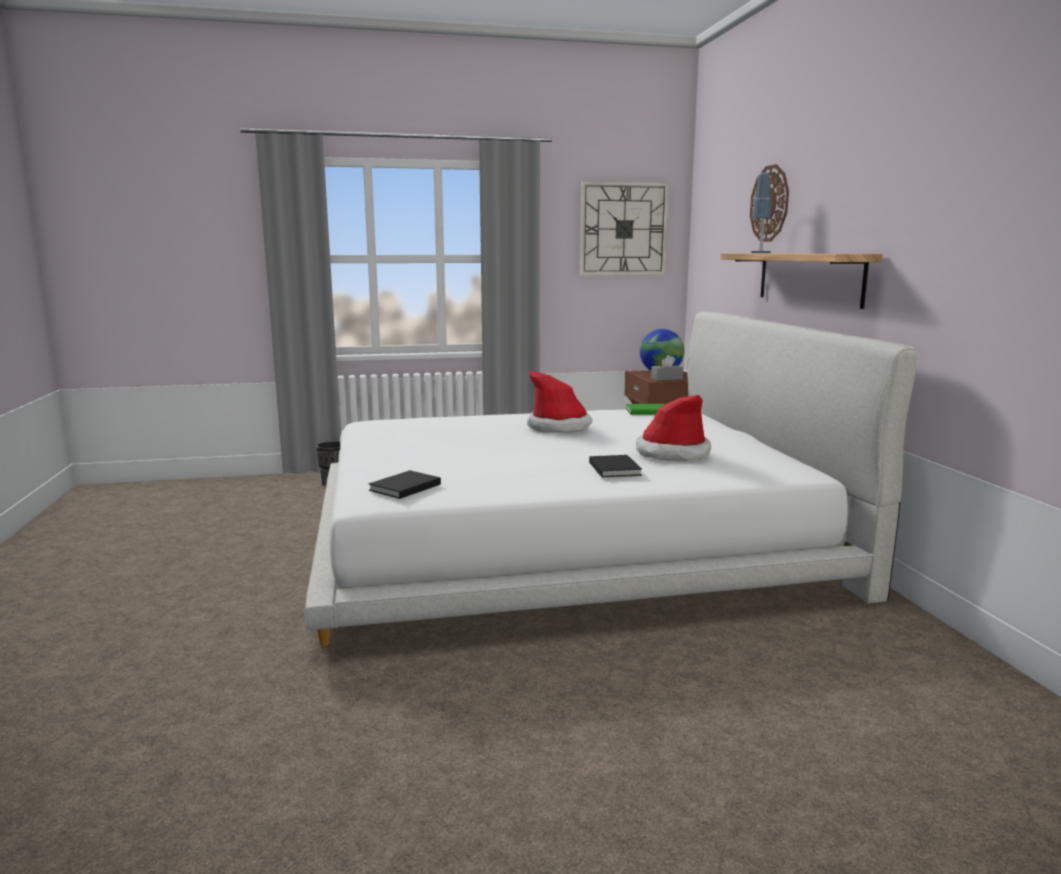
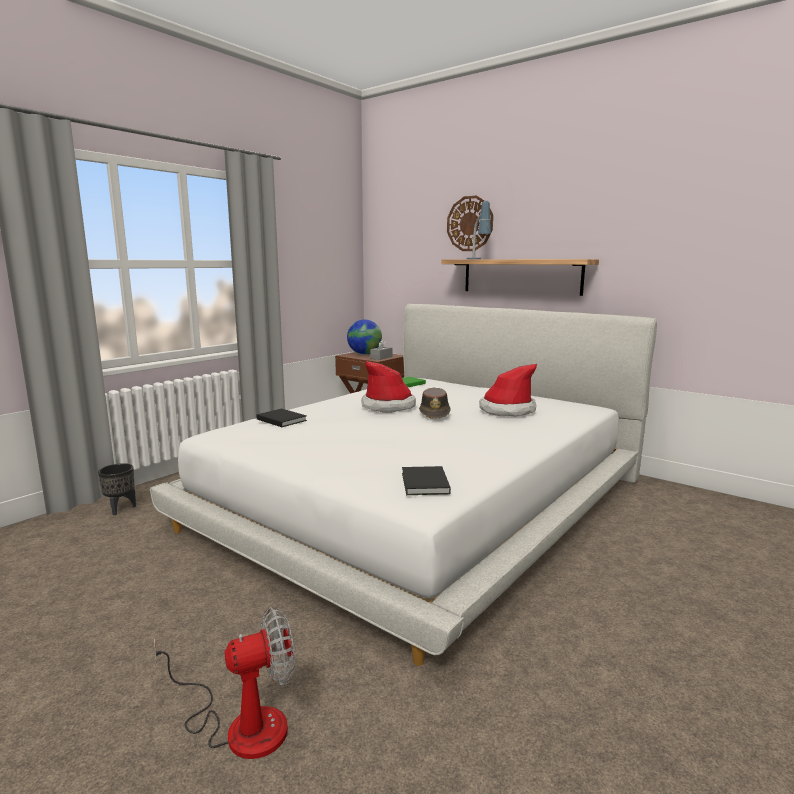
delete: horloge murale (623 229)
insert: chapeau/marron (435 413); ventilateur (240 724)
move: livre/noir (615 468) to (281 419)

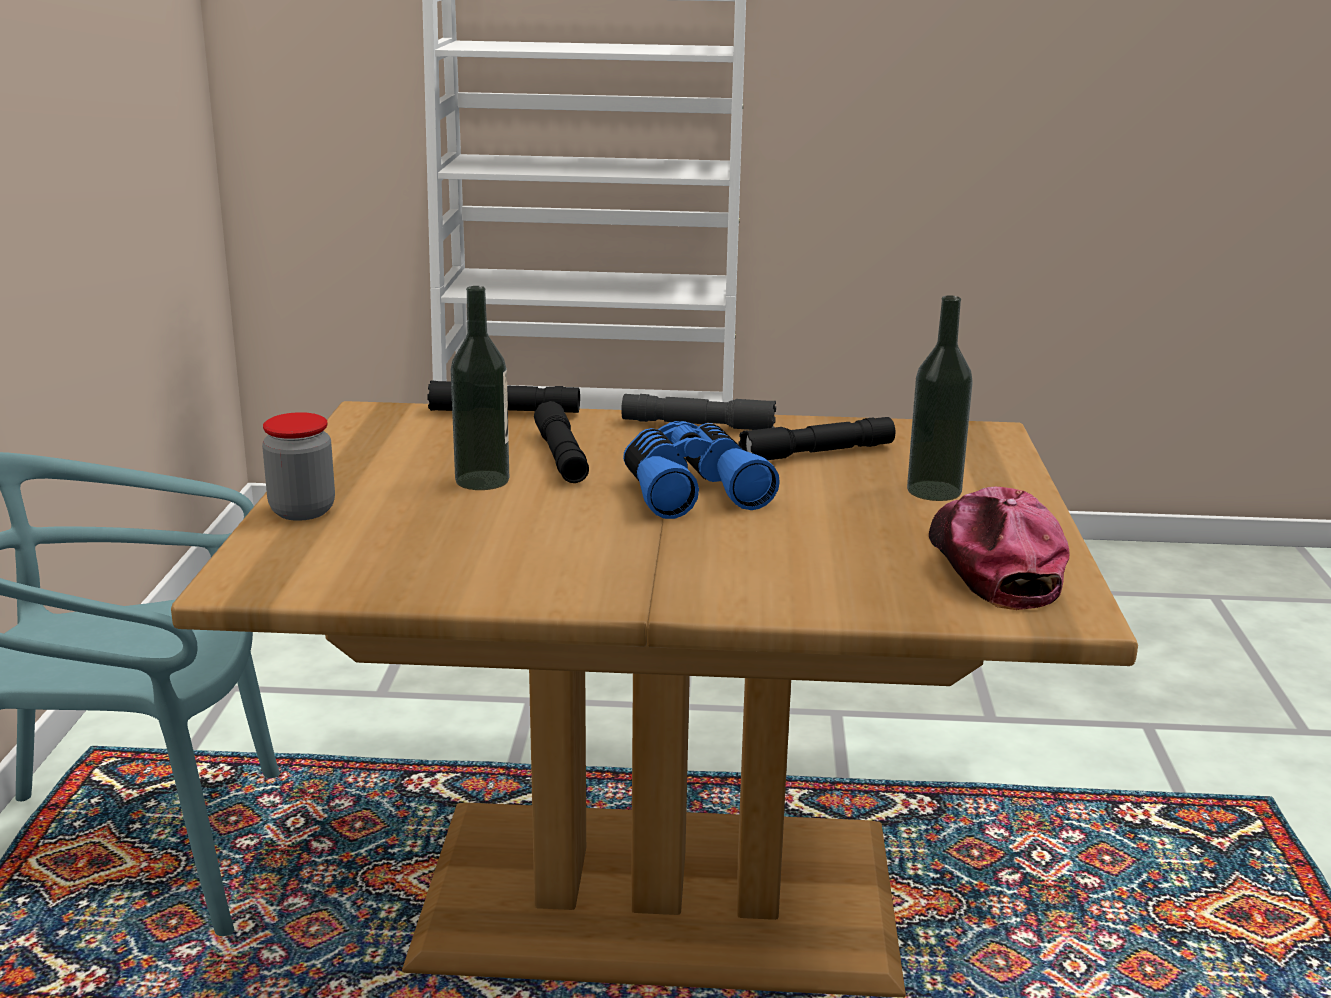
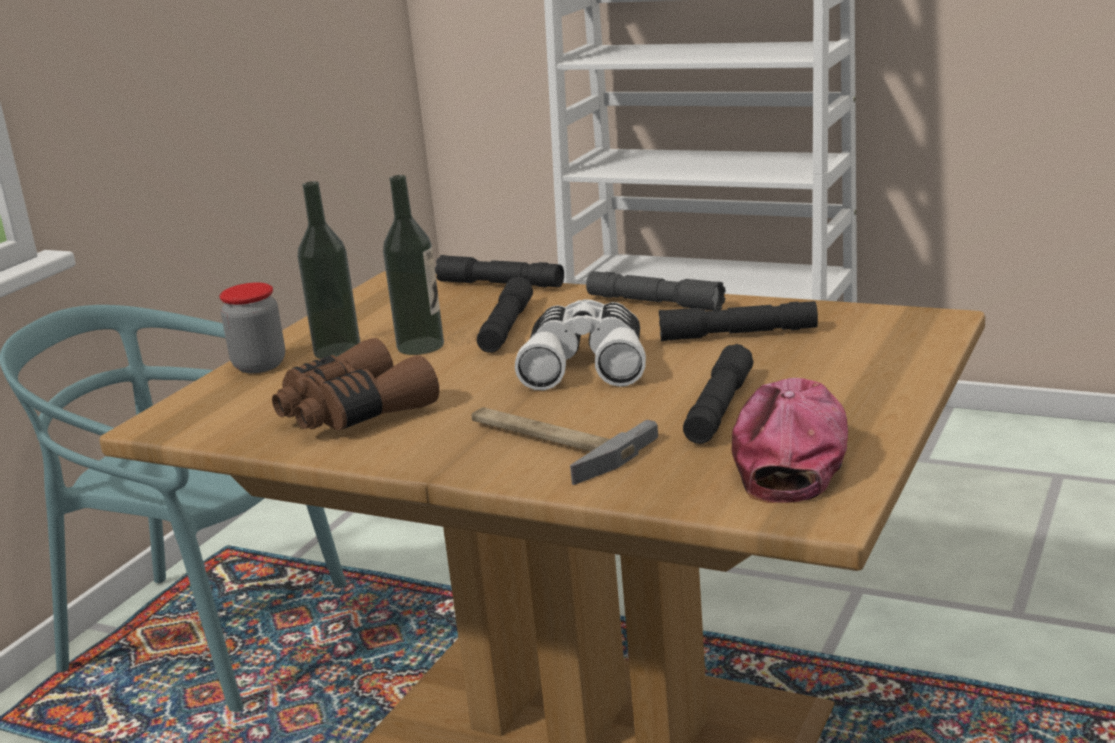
insert: jumelles/marron (352 412); lampe de poche/noir (719 409); marteau (547 442)
move: bouteille (934 491) to (337 351)
recolor: jumelles/bleu (691 490) to jumelles/blanc (586 364)

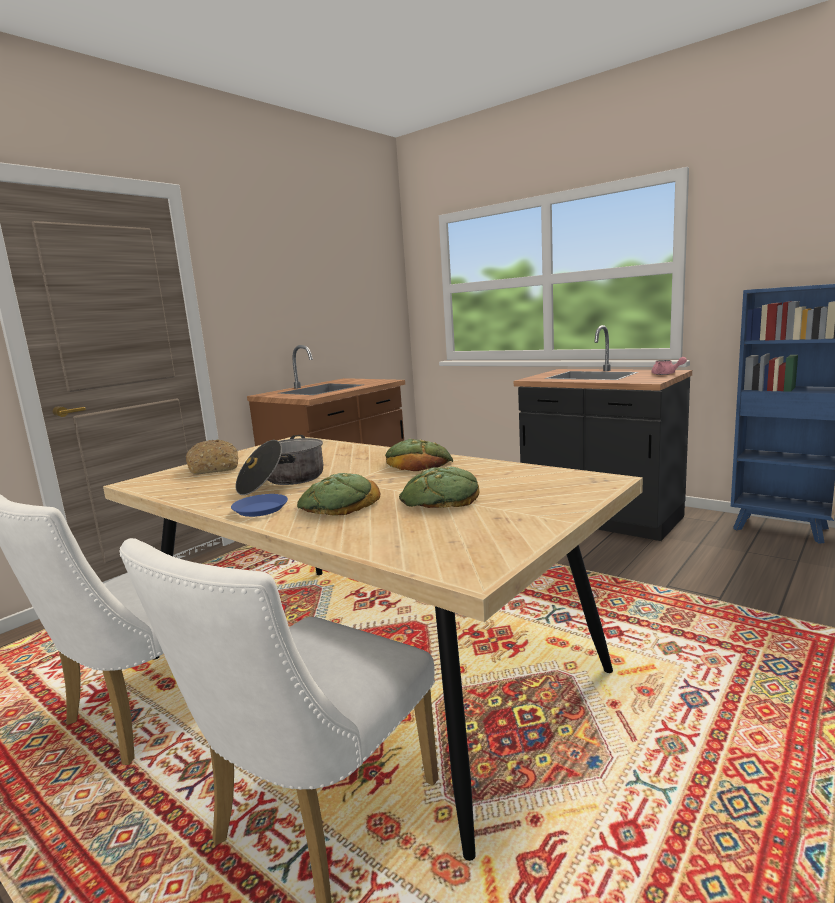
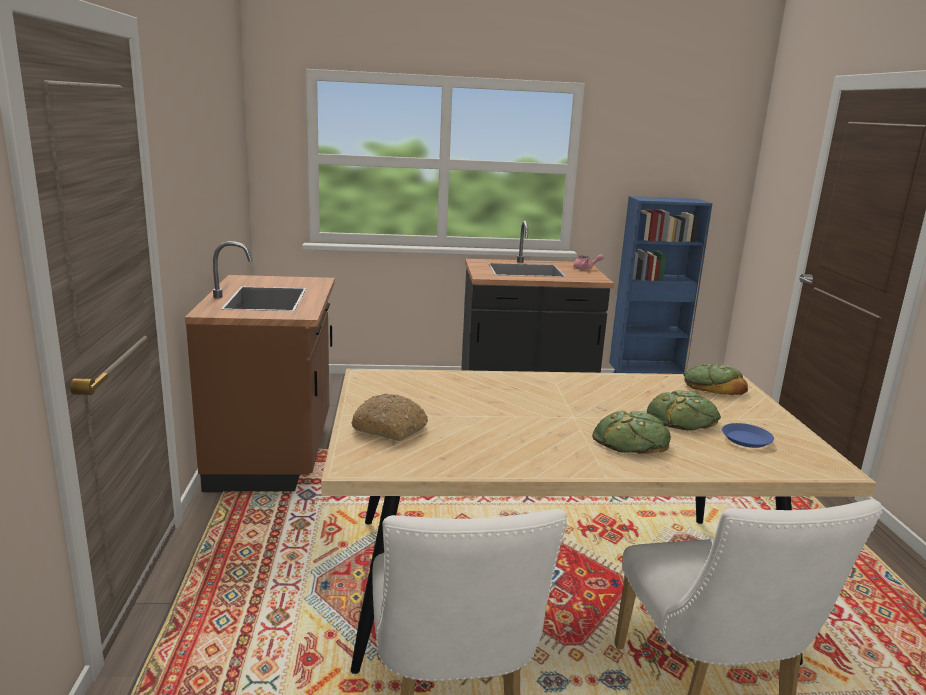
delete: marmite (283 481)
move: pain (418 463) to (713 385); assiette/bleu (260 509) to (746 439)

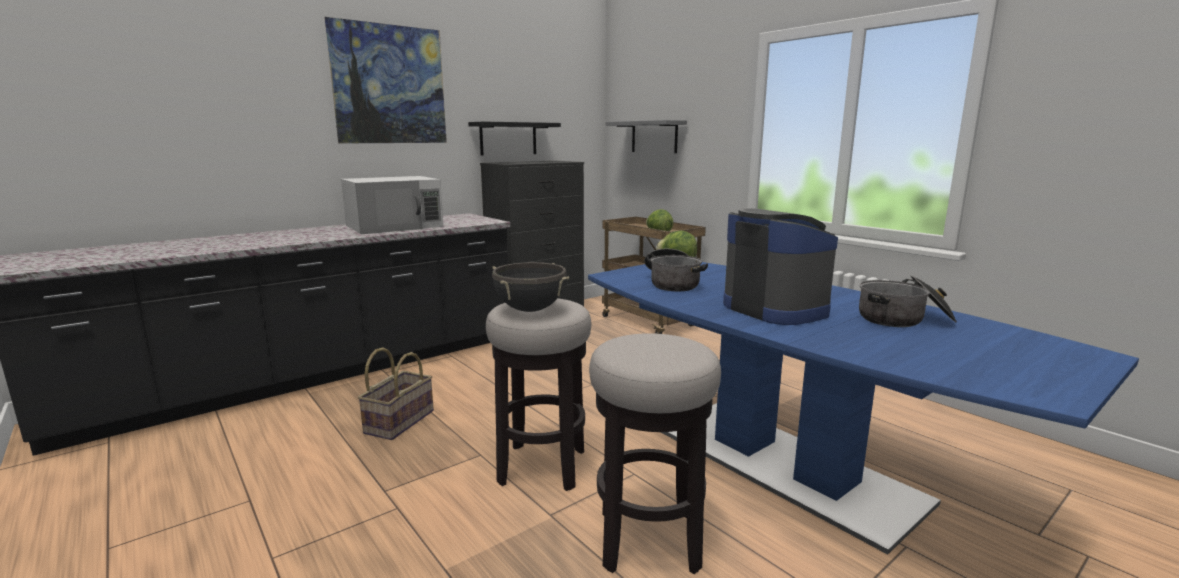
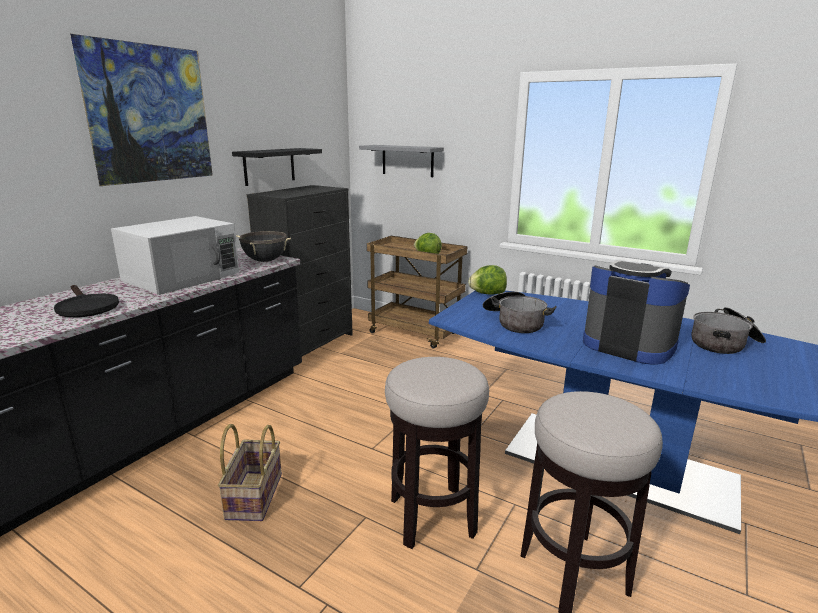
insert: poêle/noir (86 307)
move: marmite/noir (530 310) to (265 261)

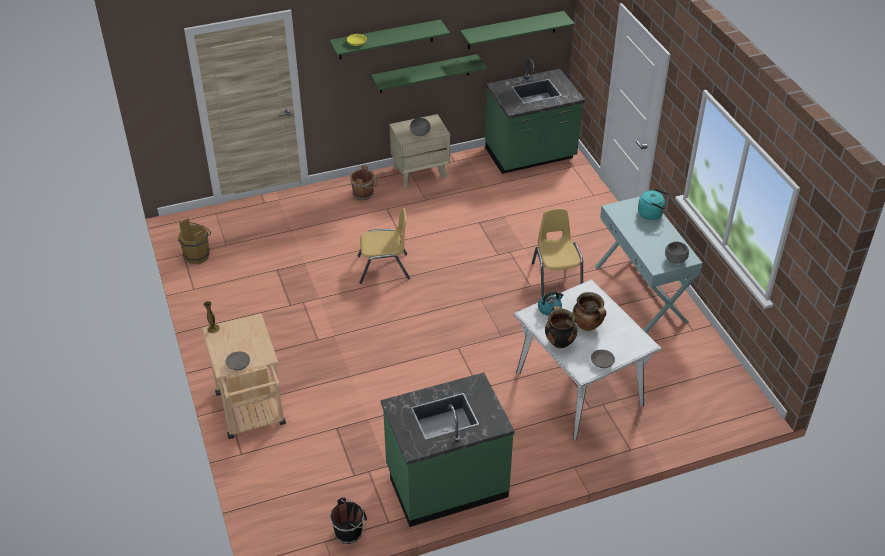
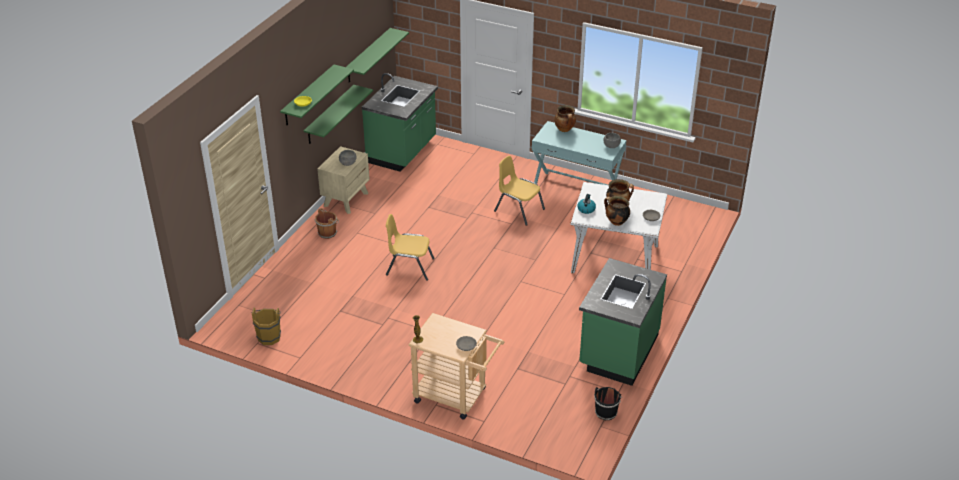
replace: bouilloire/turquoise (652 214) to marmite (565 129)
rotate: chaise/jaune (384 268) = (409 267) 120 degrees counterclockwise

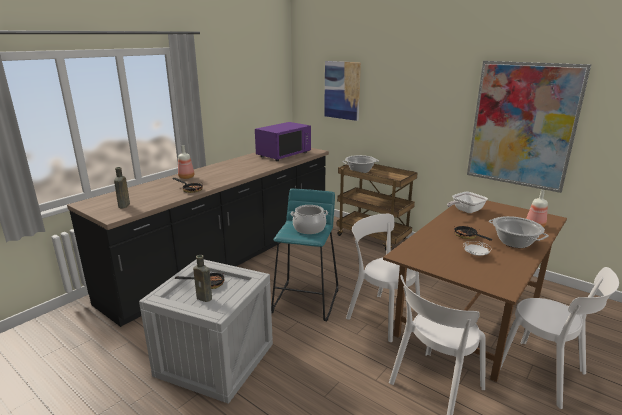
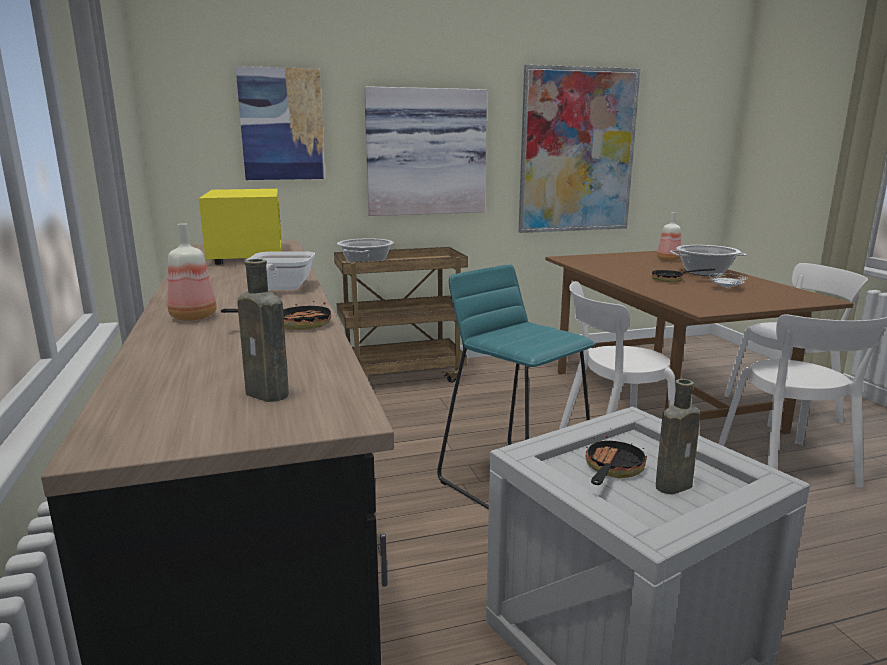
delete: marmite (309 228)
insert: tableau (425 152)
move: poêle (465 211) to (280 289)
recolor: micro-ondes/violet (283 154) to micro-ondes/jaune (246 255)

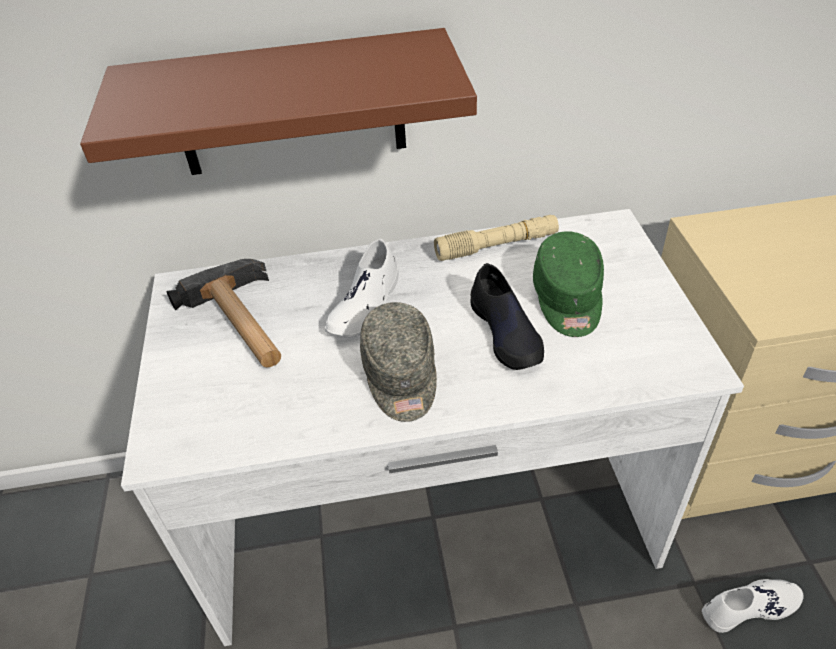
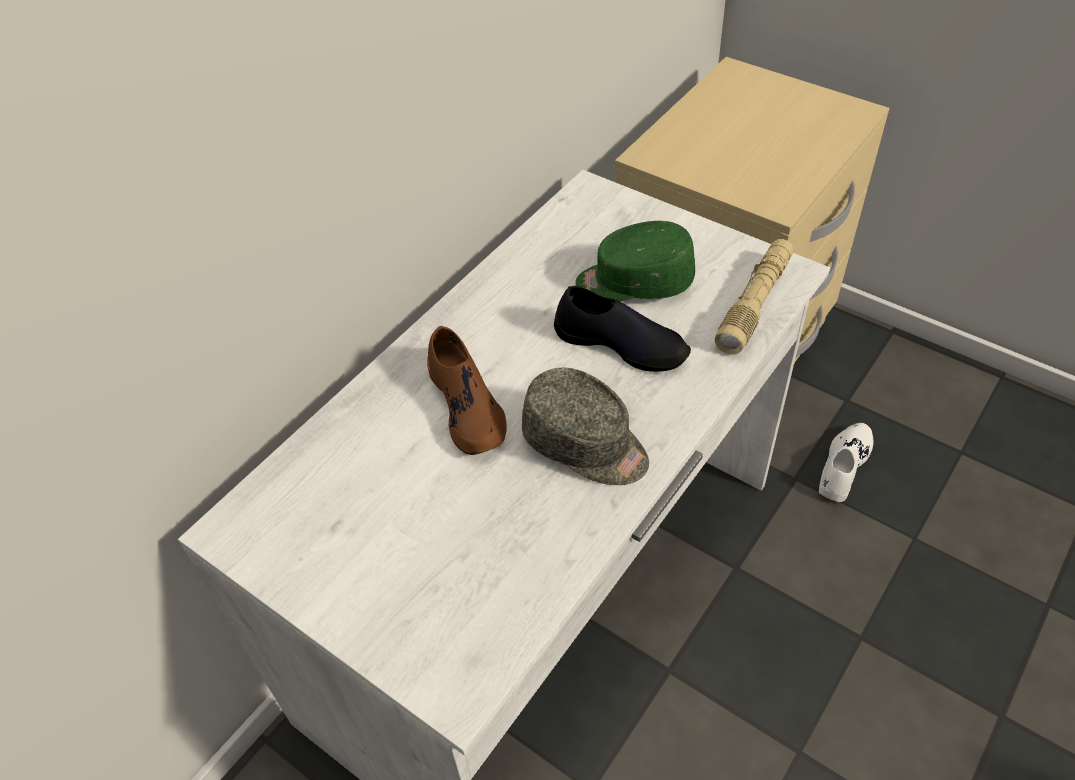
delete: étagère/marron (290 106); marteau (243 323)
move: lampe de poche/beige (497 246) to (754 304)
recolor: chaussure/blanc (365 305) to chaussure/marron (467 406)
rotate: casquette/vert (568 300) = (634 282) 135 degrees clockwise

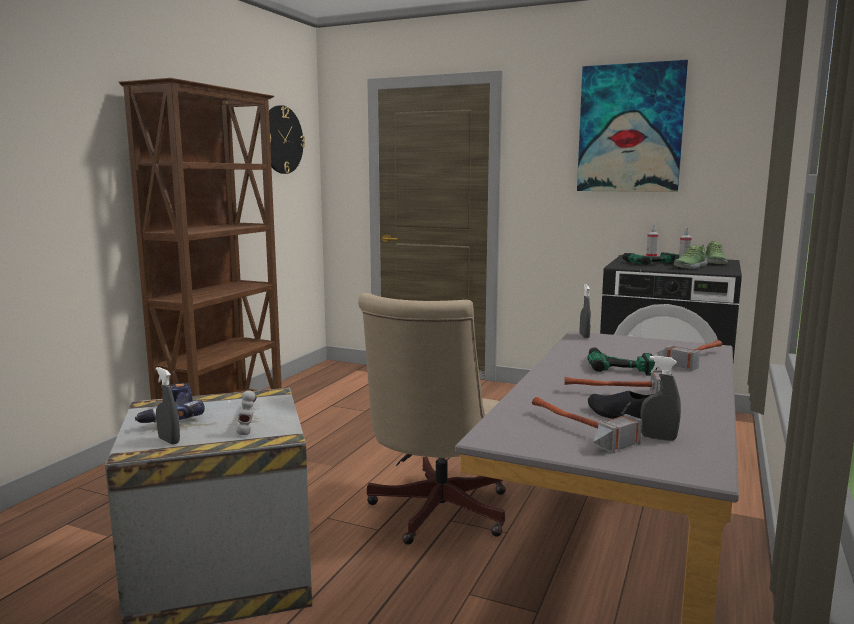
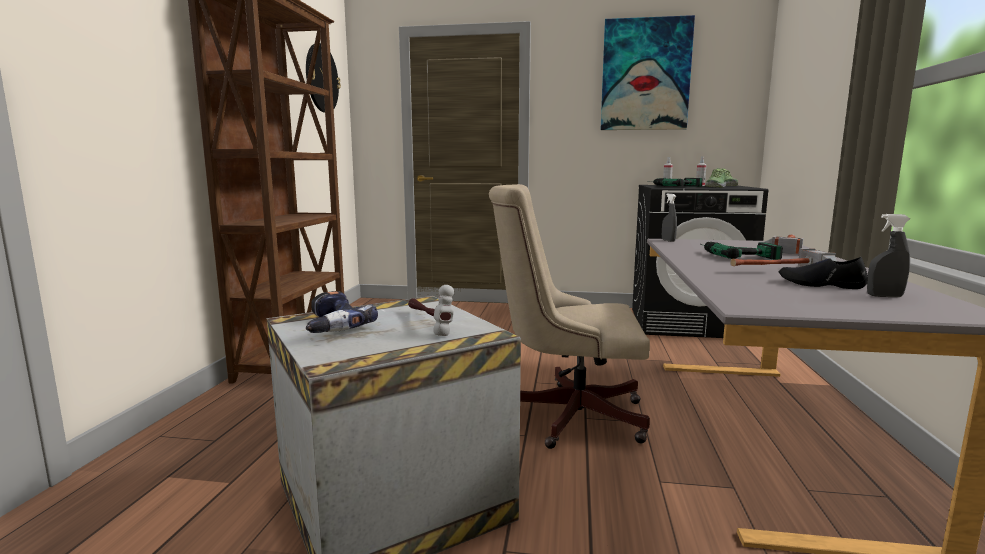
delete: vaporisateur/gris (169 441); marteau (572 430)
rotate: chaise de bureau/beige (435 514) = (567 414) 90 degrees clockwise

